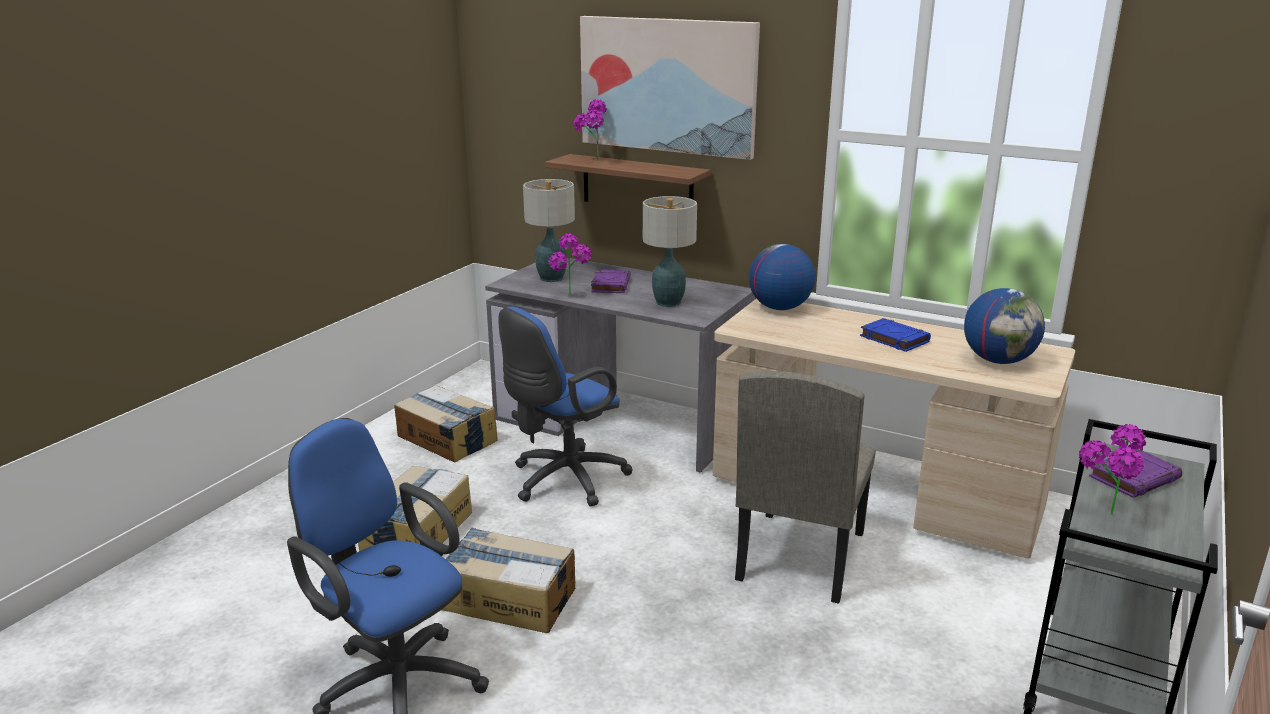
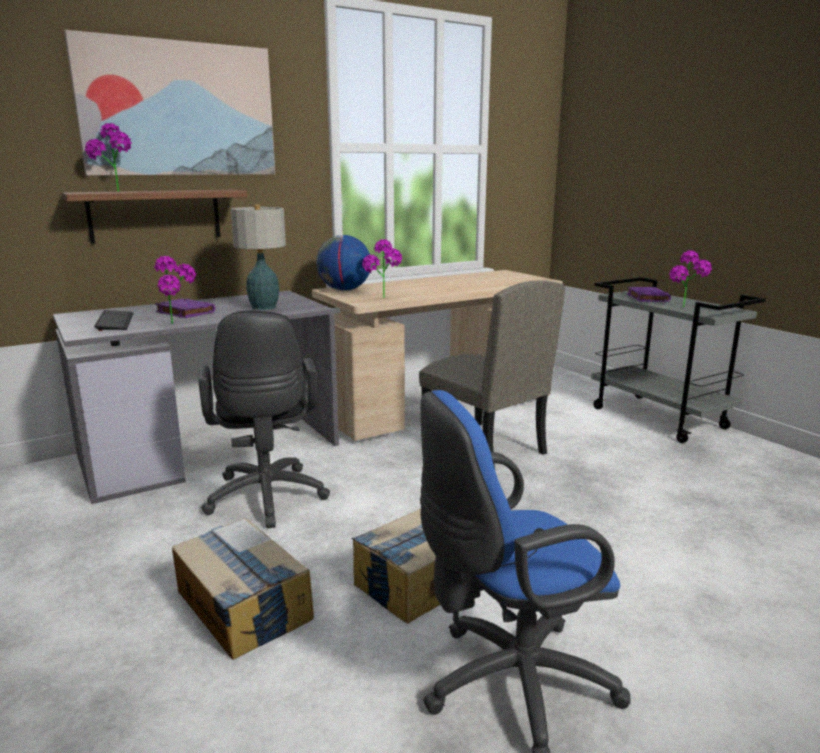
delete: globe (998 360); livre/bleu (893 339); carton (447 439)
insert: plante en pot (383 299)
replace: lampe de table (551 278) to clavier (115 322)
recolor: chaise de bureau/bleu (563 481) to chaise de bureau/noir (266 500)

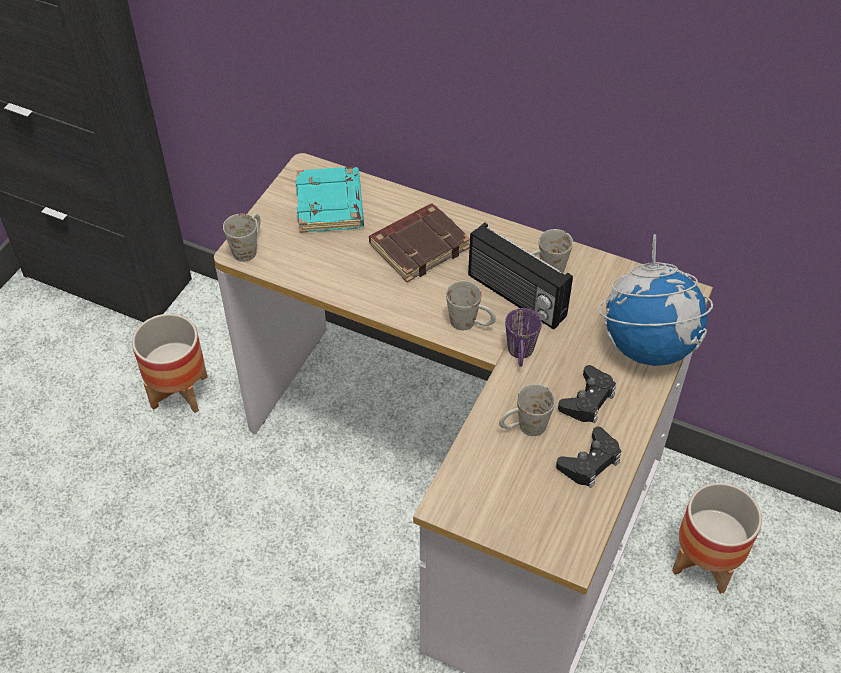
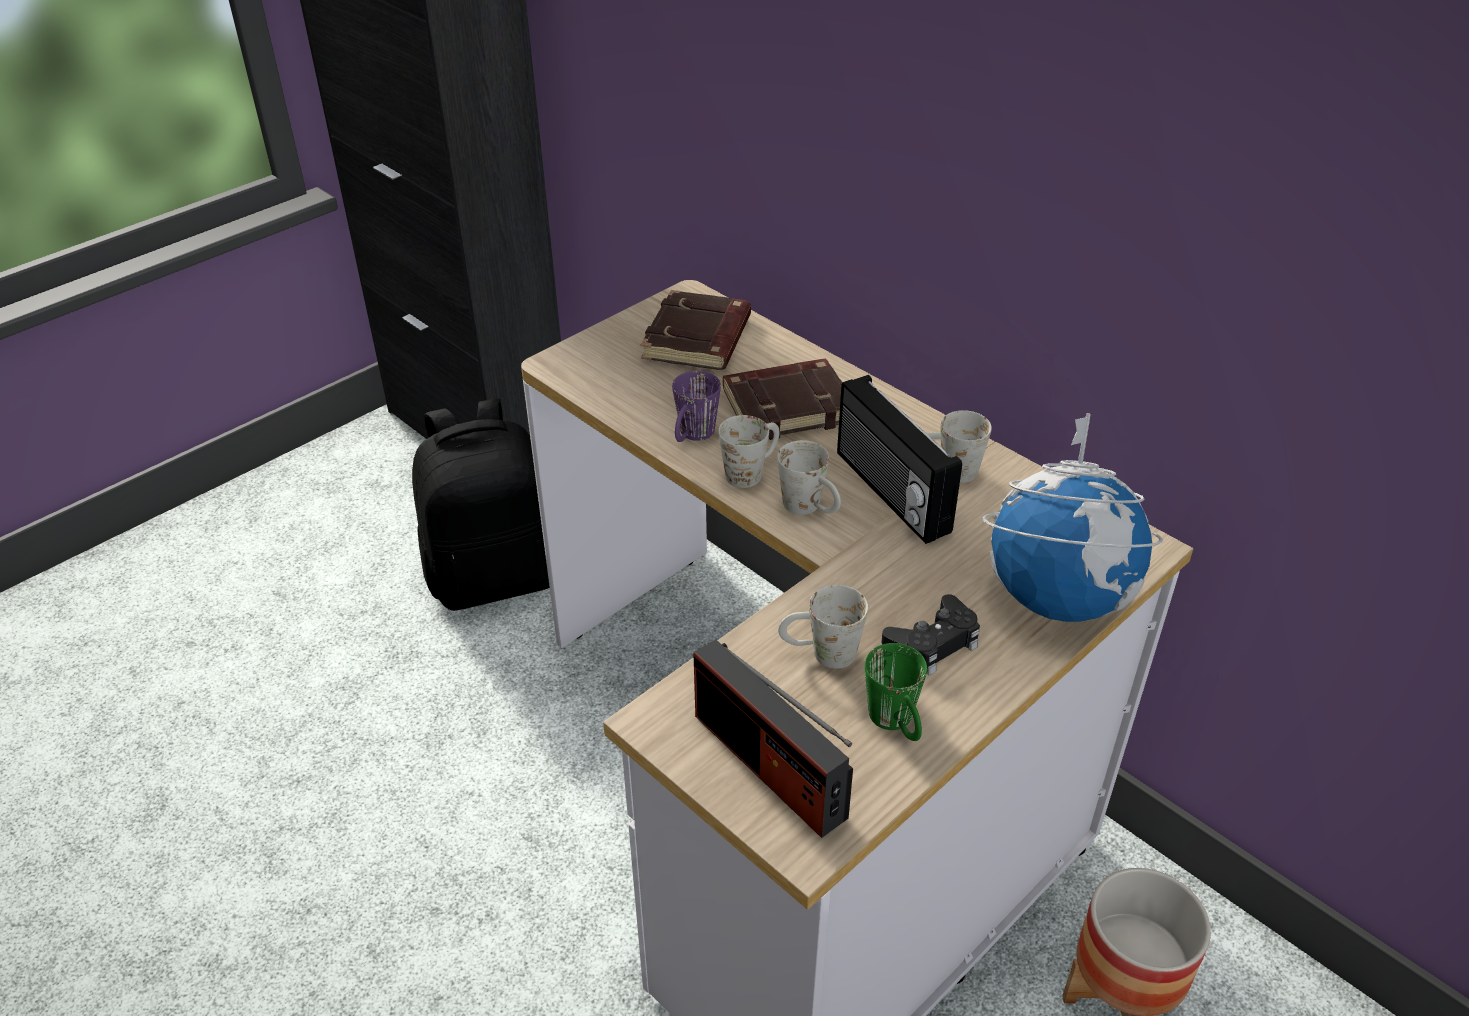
insert: radio (769 766)
move: mug/blanc (248 247) to (751 471); mug/violet (520 355) to (692 437)
replace: cache-pot (179 391) to sac à dos/noir (496 576); manette/noir (590 462) to mug/vert (897 724)
recolor: livre/turquoise (331 205) to livre/marron (698 340)

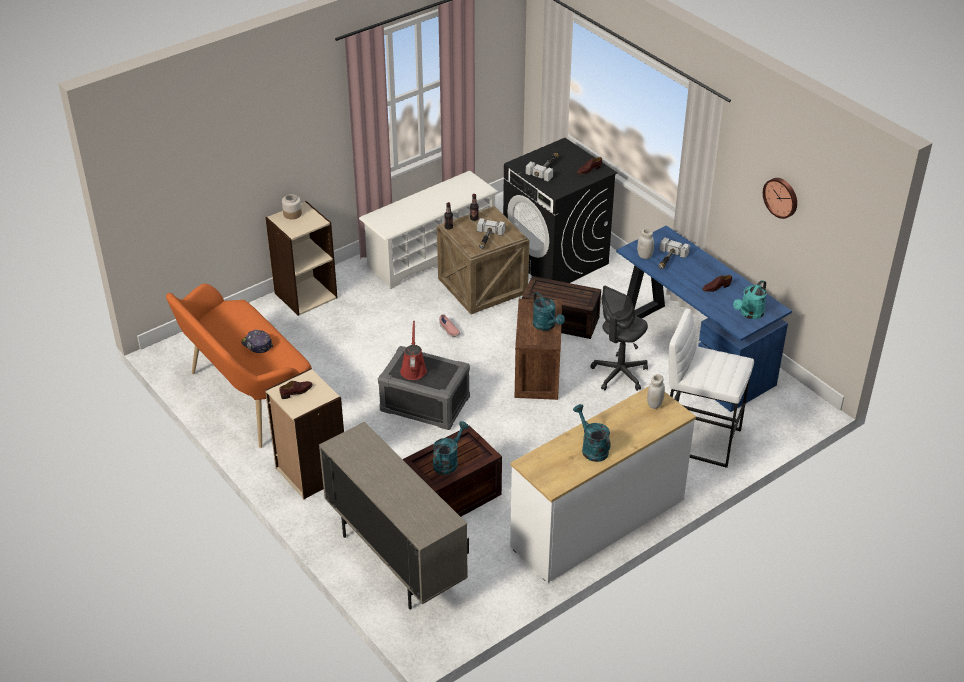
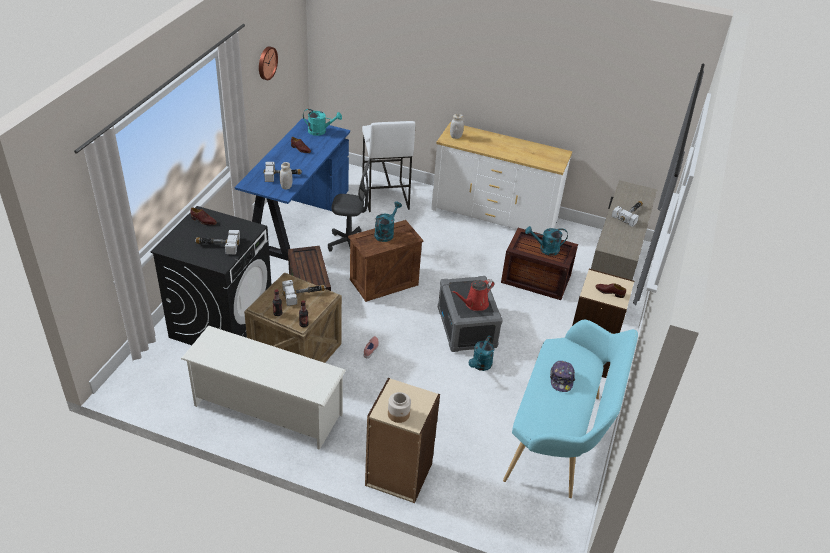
insert: marteau (630 214)
move: arrosoir/turquoise (591 448) to (480 366)
recolor: banc/orange (247 399) to banc/turquoise (560 438)

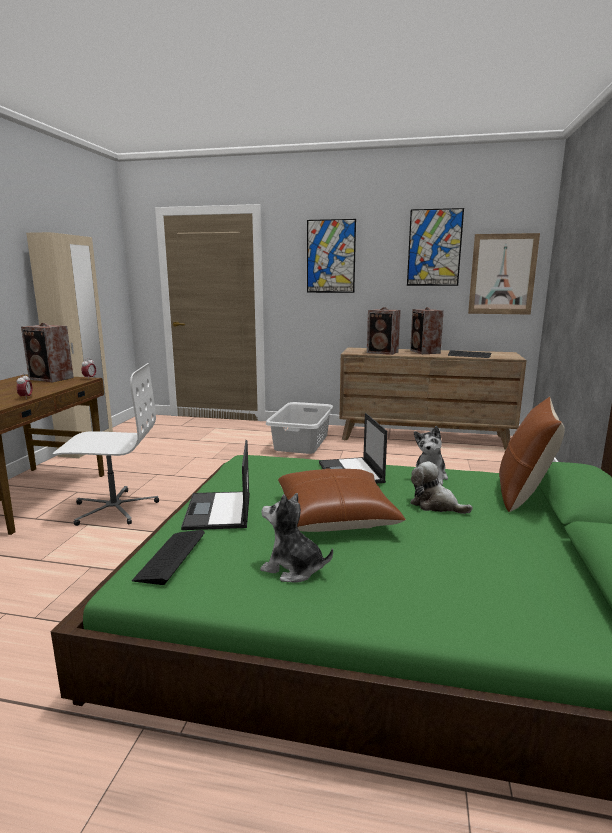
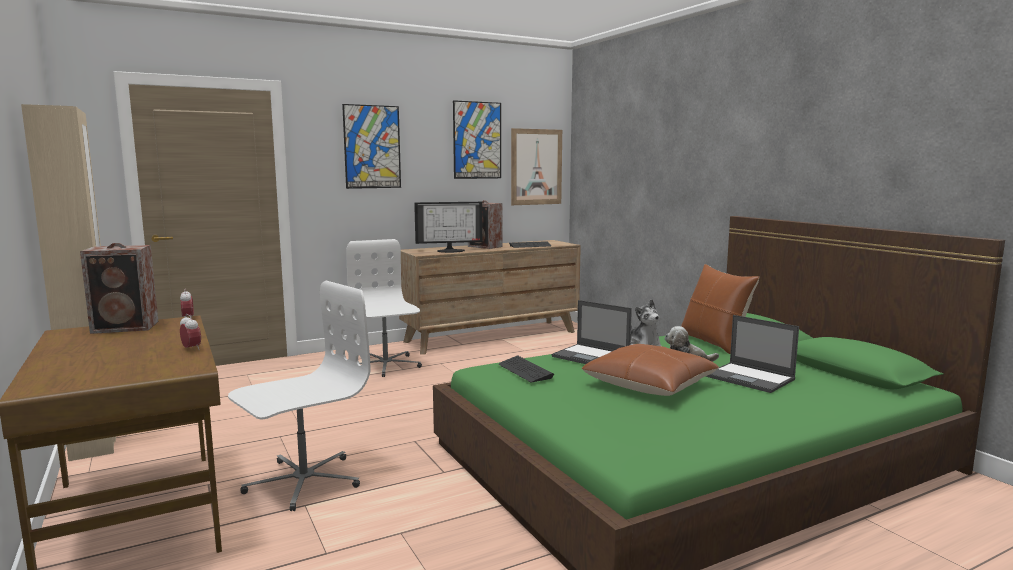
delete: peluche (293 569)
move: ordinateur portable (218 511) to (751 378); clavier (171 557) to (525 371)
replace: enceinte (383 352) to écran d'ordinateur (451 250); panier à linge/gris (302 442) to chaise de bureau/blanc (385 365)

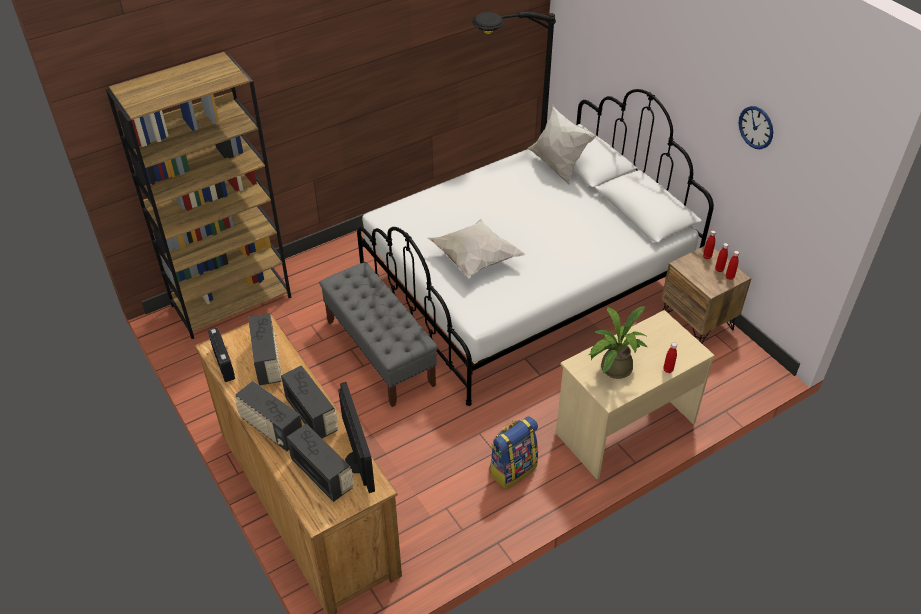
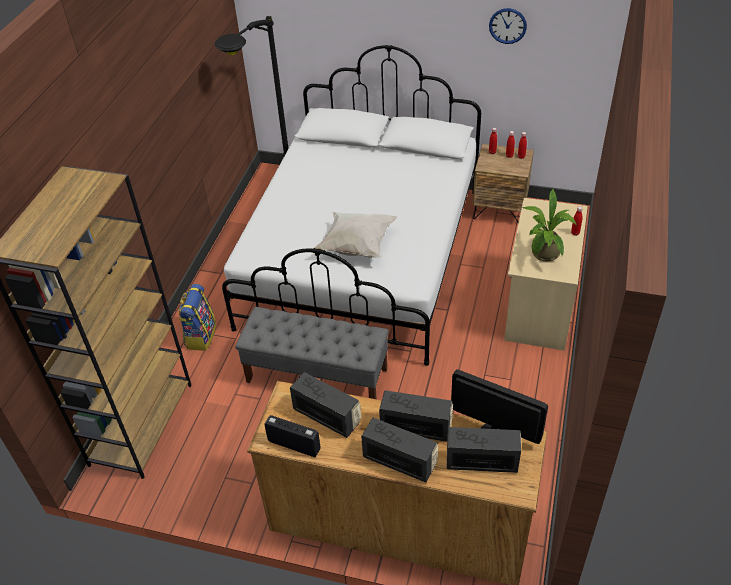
delete: coussin/blanc (557 167)
move: sac à dos (512 469) to (200 336)
rotate: radio (271 429) = (400 461) 150 degrees counterclockwise

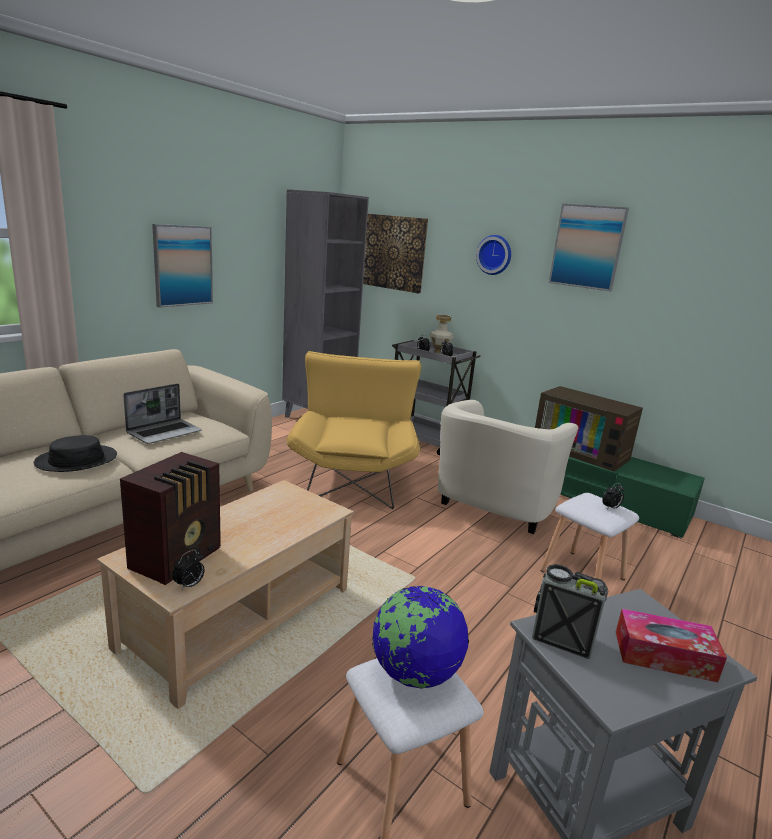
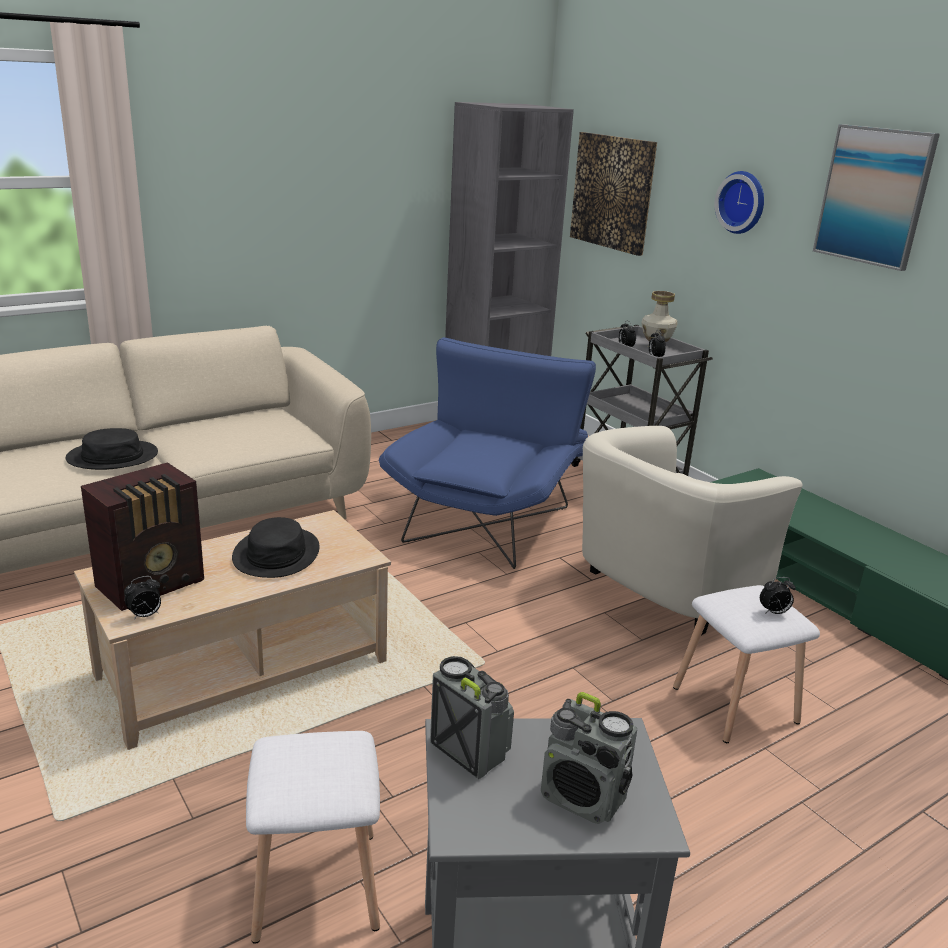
delete: tableau (183 265); ordinateur portable (165 432); téléviseur (582 451); globe (414 673)
insert: chapeau/noir (276 554)
replace: boîte à mouchoirs (664 656) to radio (583 799)
recolor: fauteuil/jaune (354 476) to fauteuil/bleu (489 517)

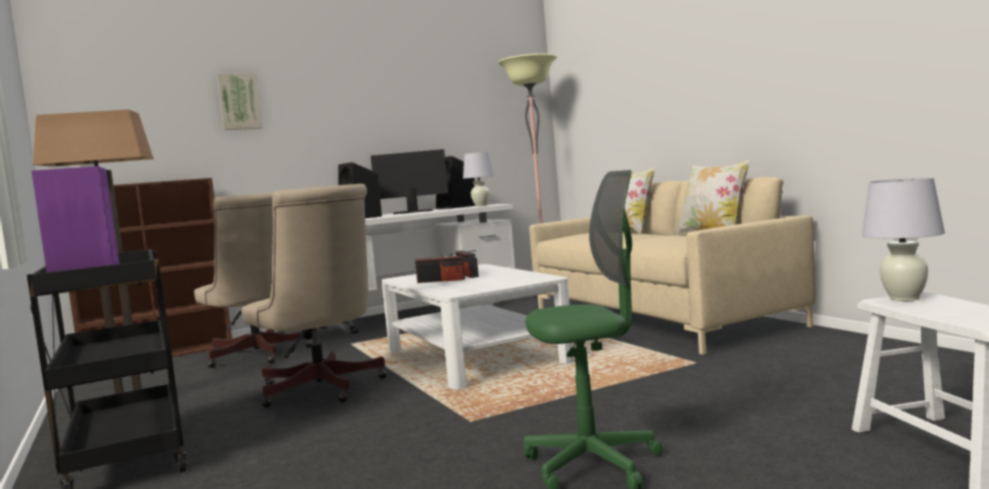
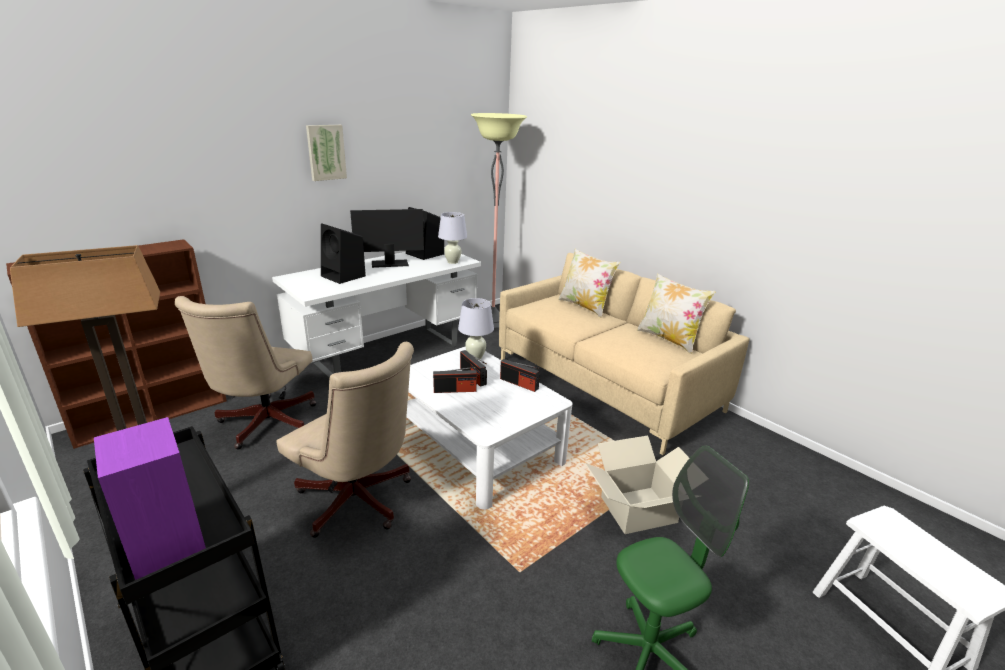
insert: radio (519 383); carton (639 510)
move: tableau (239 102) to (326 152); lampe de table/blanc (904 298) to (475 357)
rotate: chaise de bureau/beige (259 356) = (263 425) 60 degrees clockwise

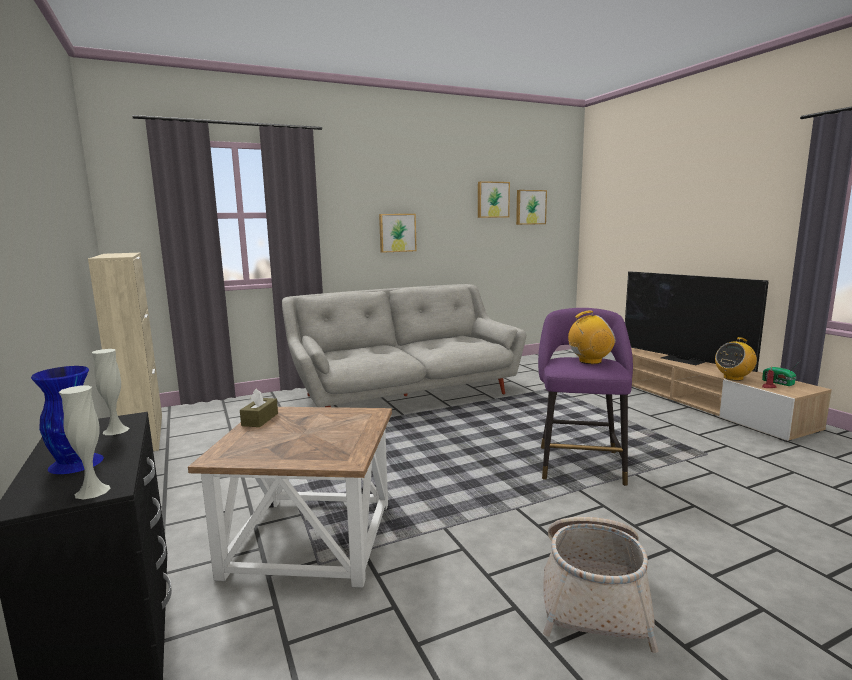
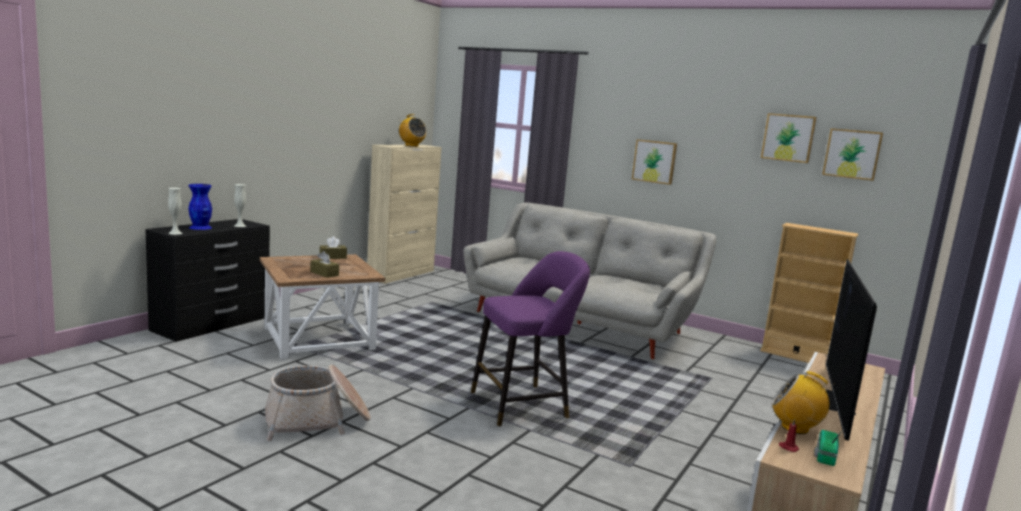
insert: bibliothèque/beige (796 356); boîte à mouchoirs/marron (324 273)
move: radio (589 361) to (411 146)

